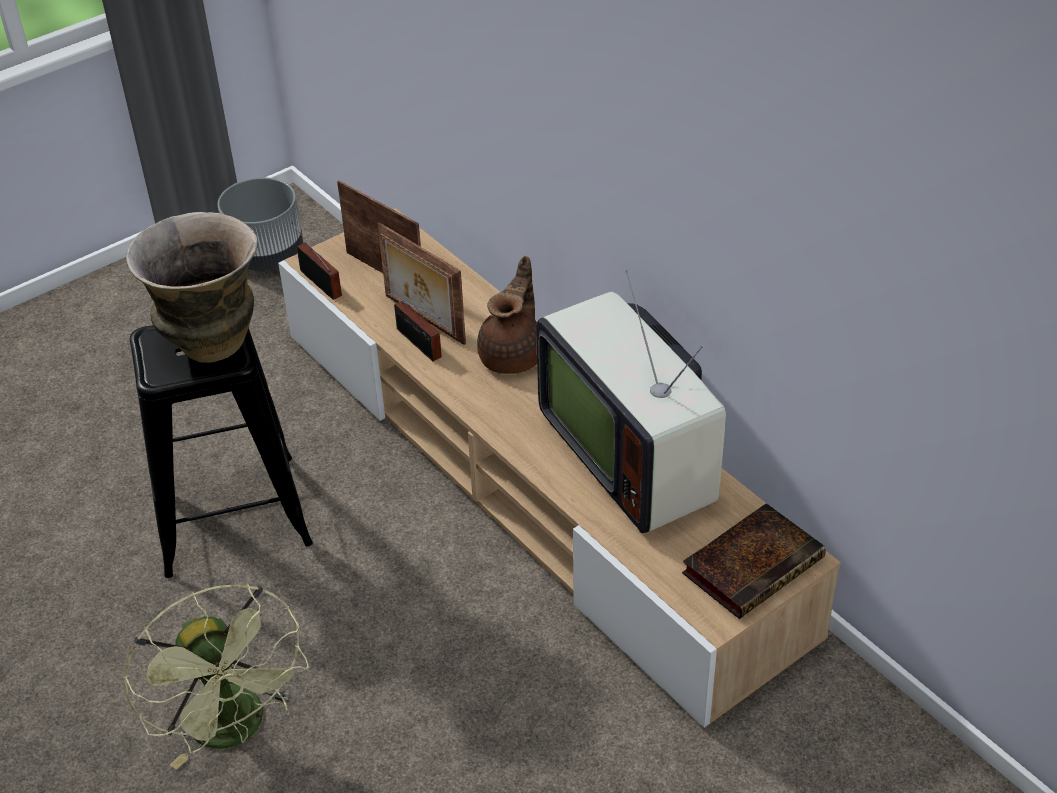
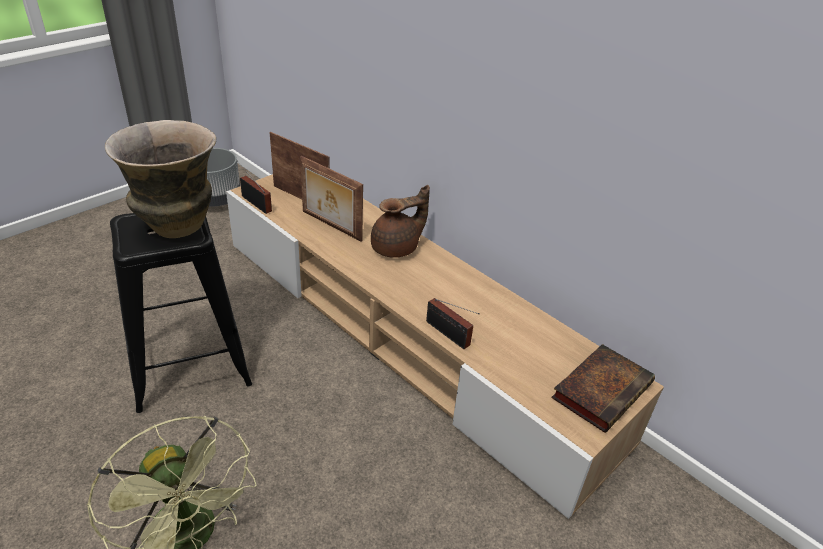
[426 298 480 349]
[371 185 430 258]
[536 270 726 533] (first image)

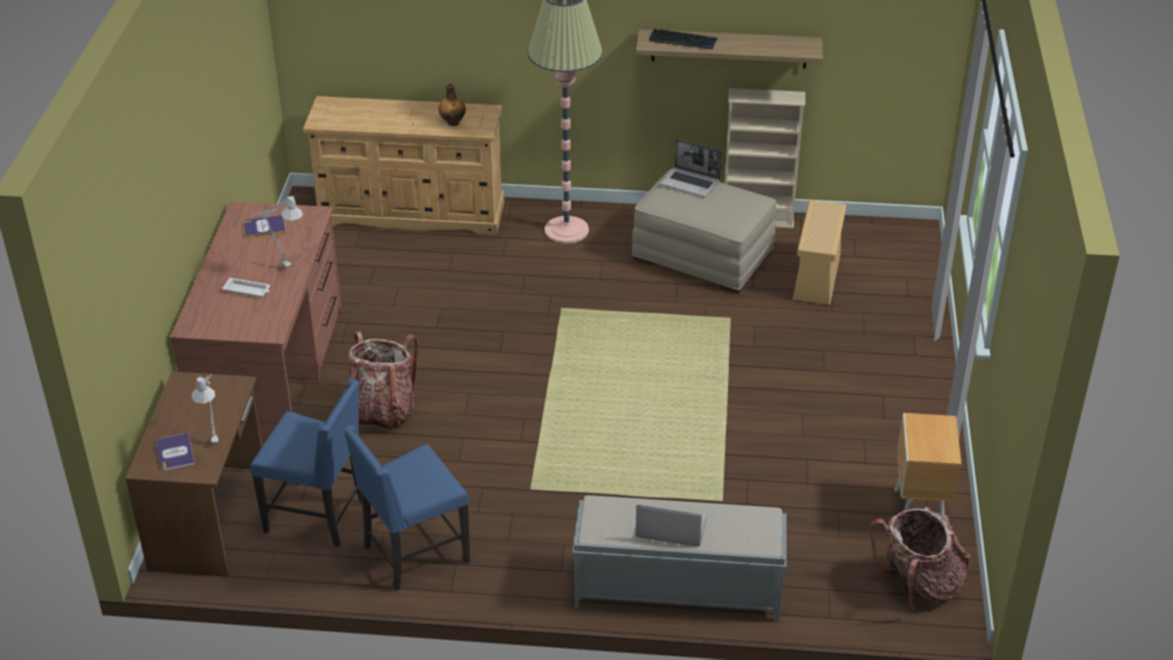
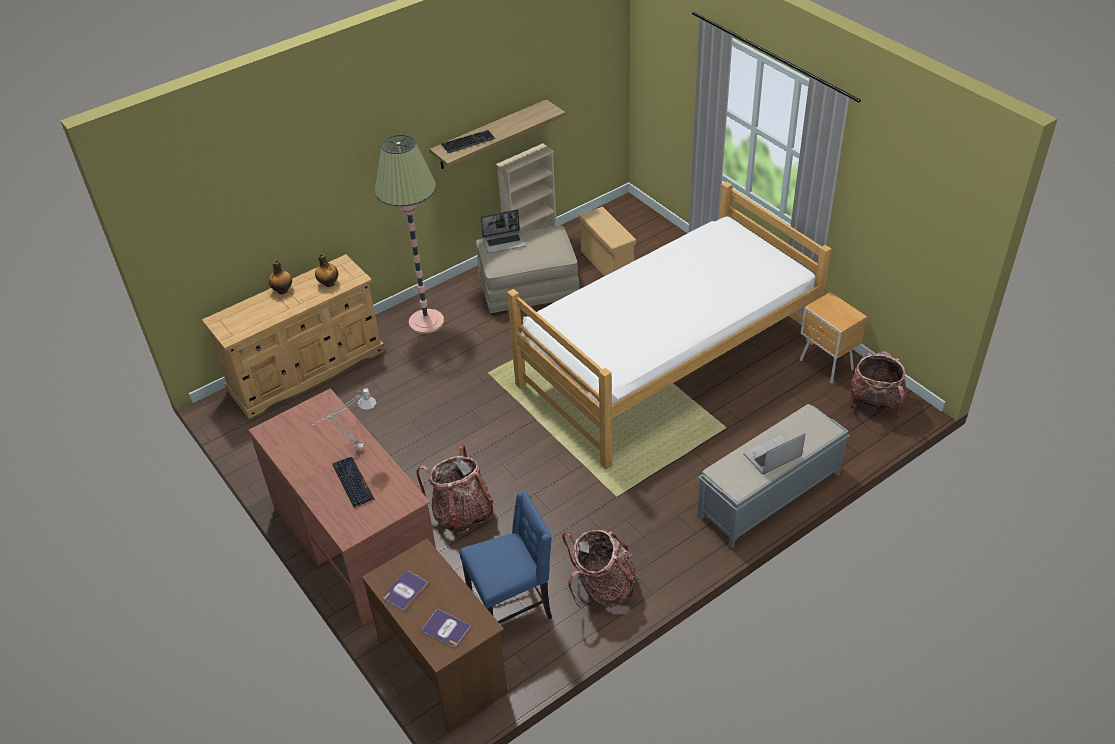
[192 374 218 445] (first image)
[332 457 375 507]
[383 571 429 611]
[562 530 635 608]
[269 260 292 294]
[507 182 832 469]

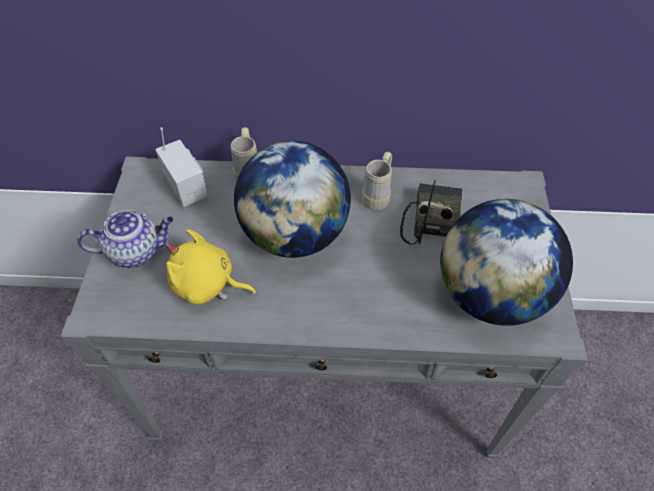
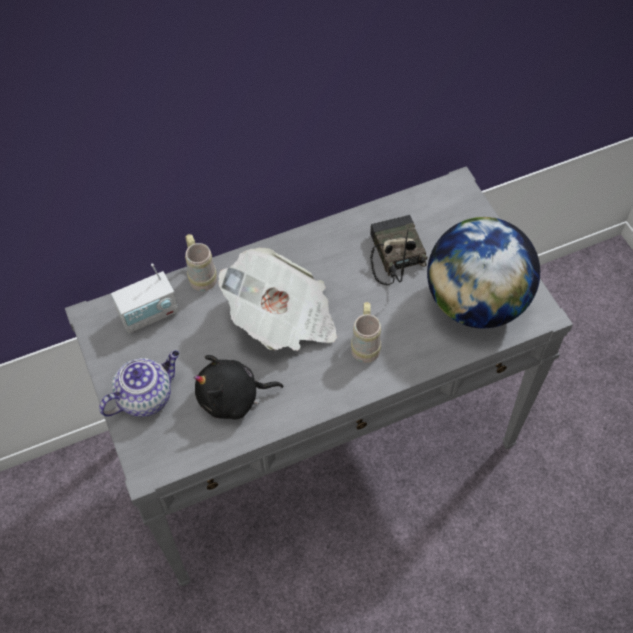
[111 264 179 334]
[194 355 284 420]
[218 248 337 351]
[351 302 381 363]

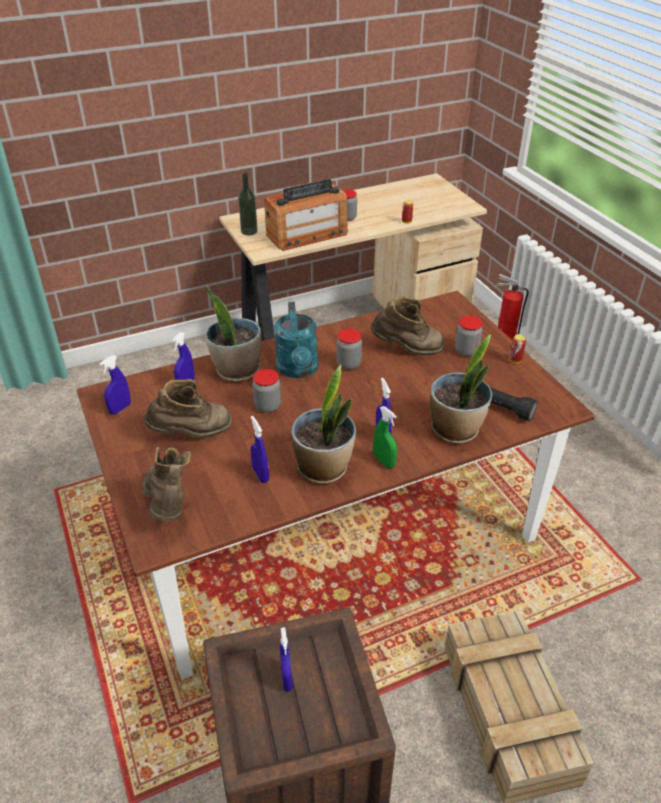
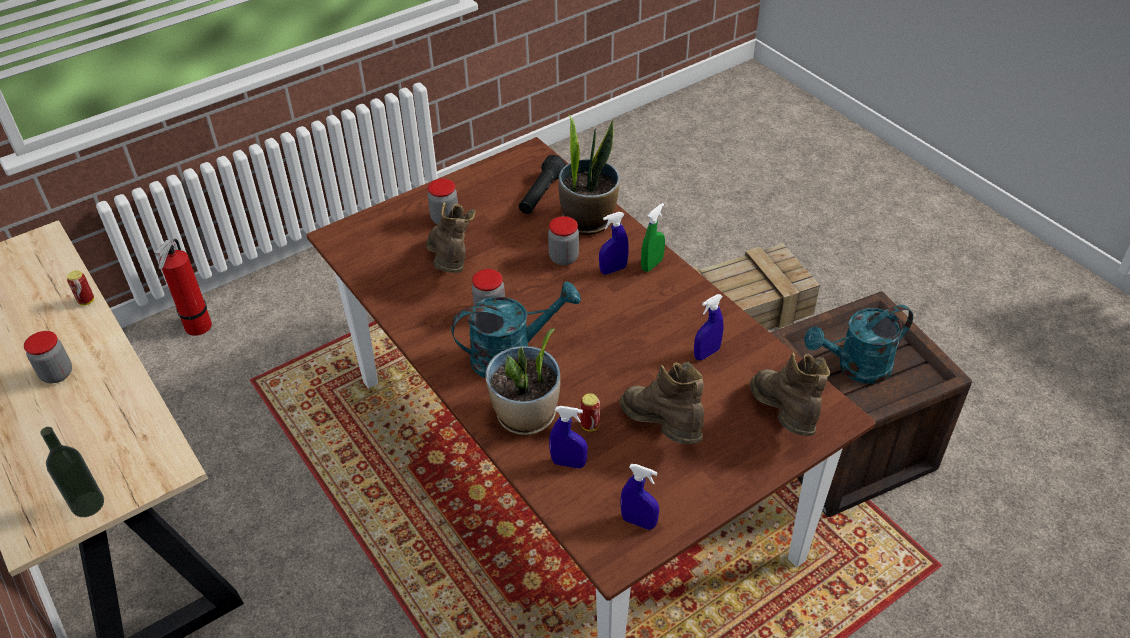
[750 352 830 436]
[548 216 579 265]
[264 179 348 251] (first image)
[804 305 913 384]
[291 365 356 484] (first image)
[580 393 600 431]

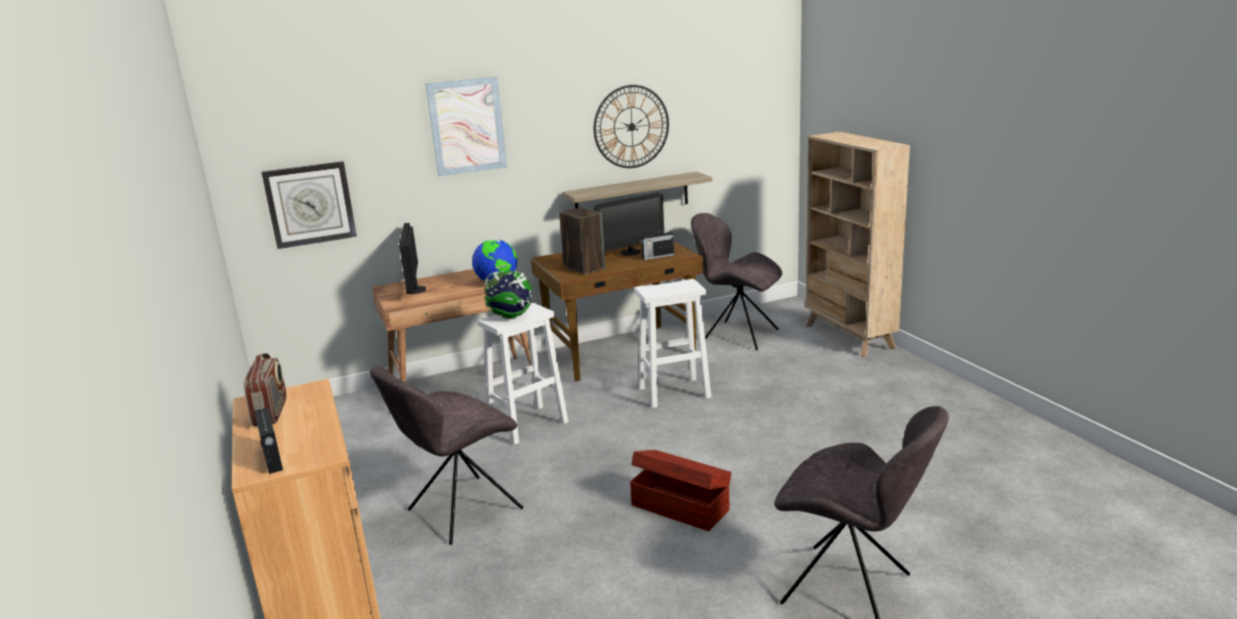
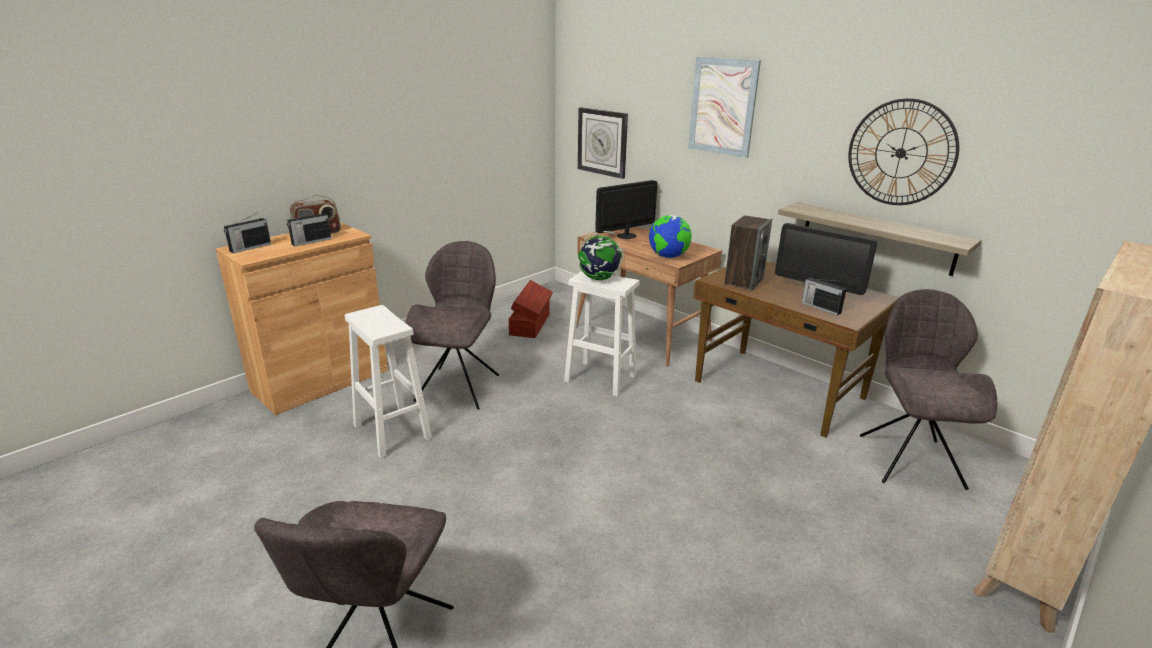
[406 241 499 409]
[509 280 553 338]
[345 305 432 459]
[287 208 331 246]

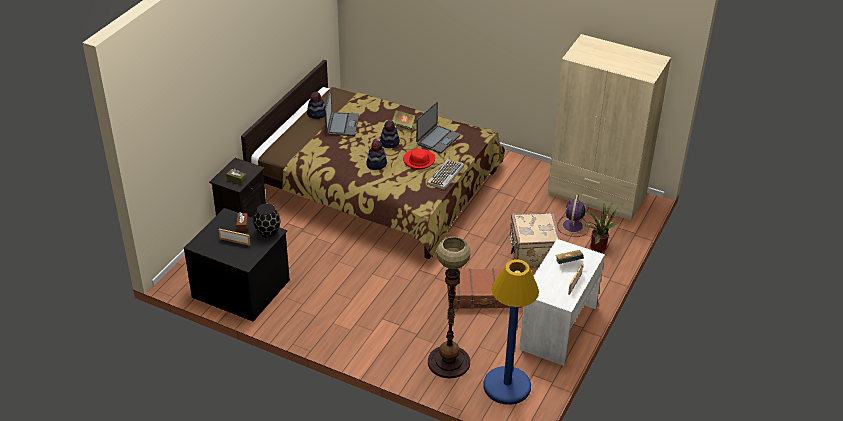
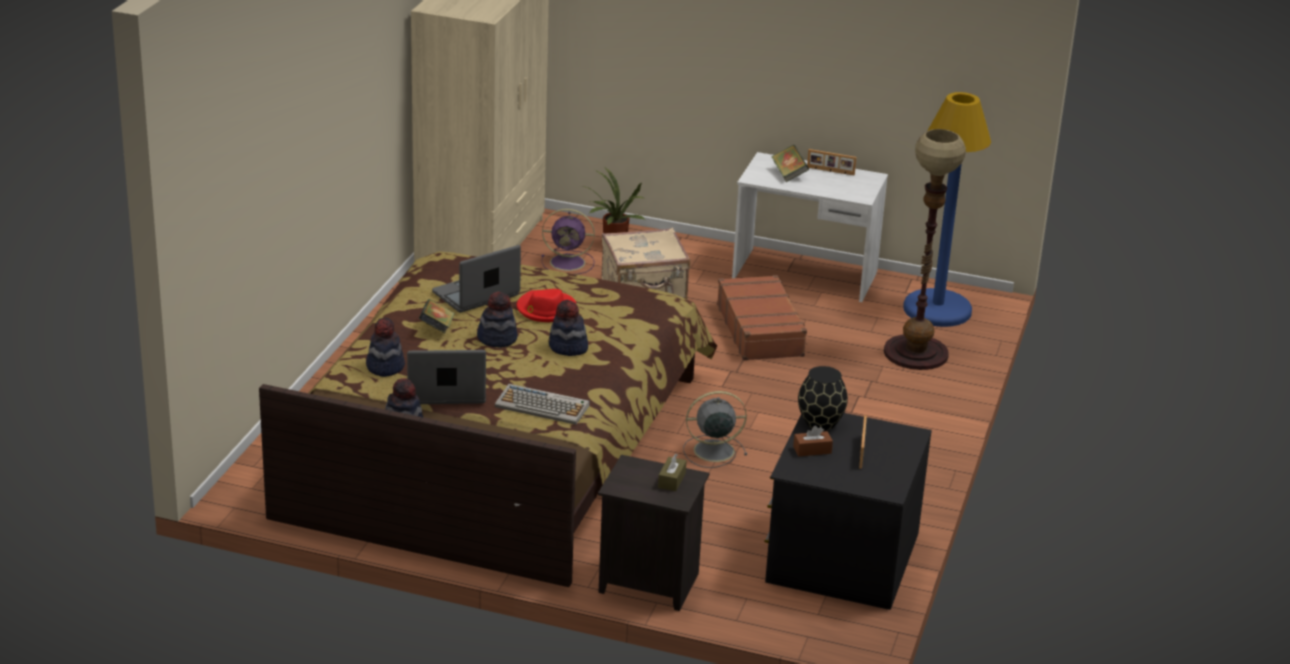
[432 245 521 313]
[495 384 590 425]
[366 318 405 377]
[683 391 747 468]

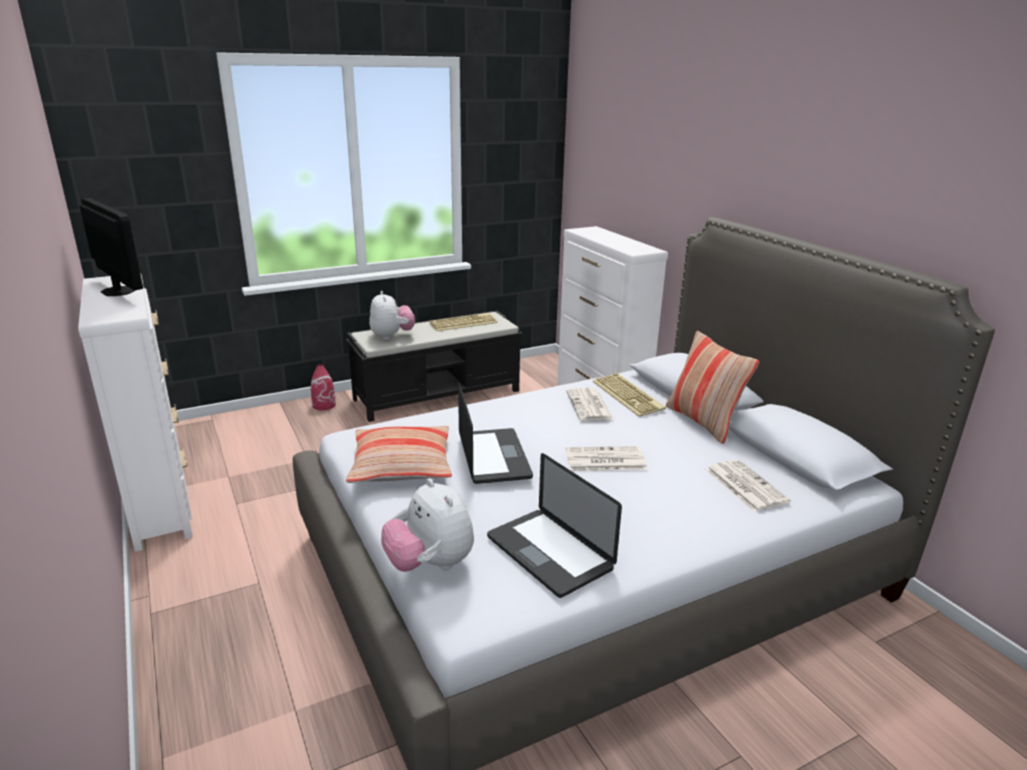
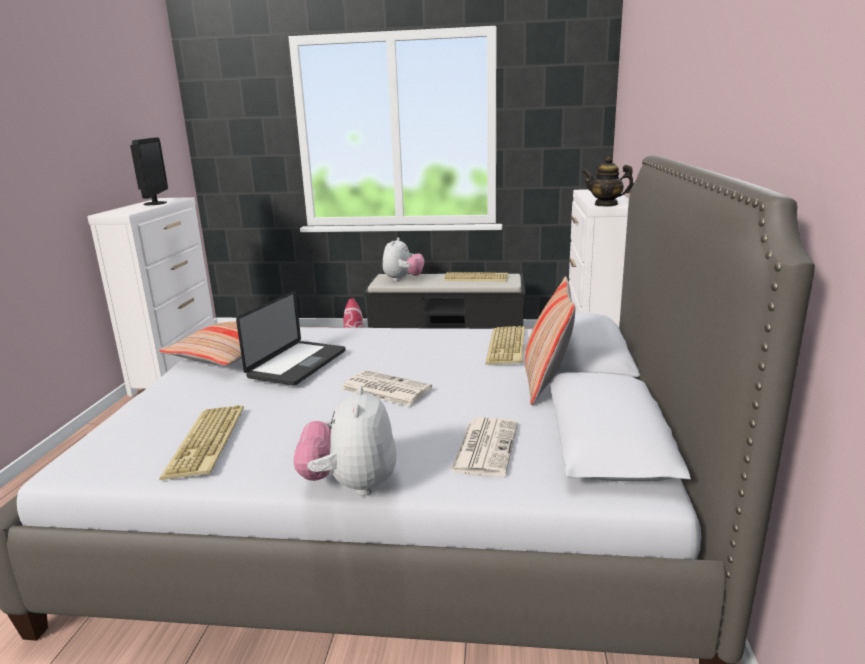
[293 386 397 496]
[159 405 244 480]
[566 388 614 421] (first image)
[582 157 634 207]

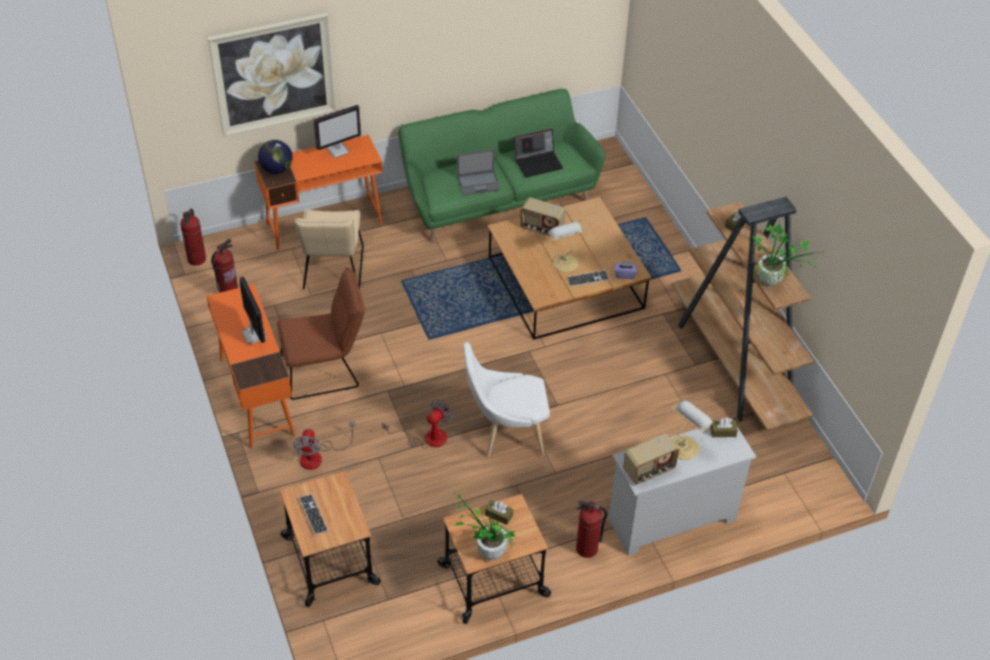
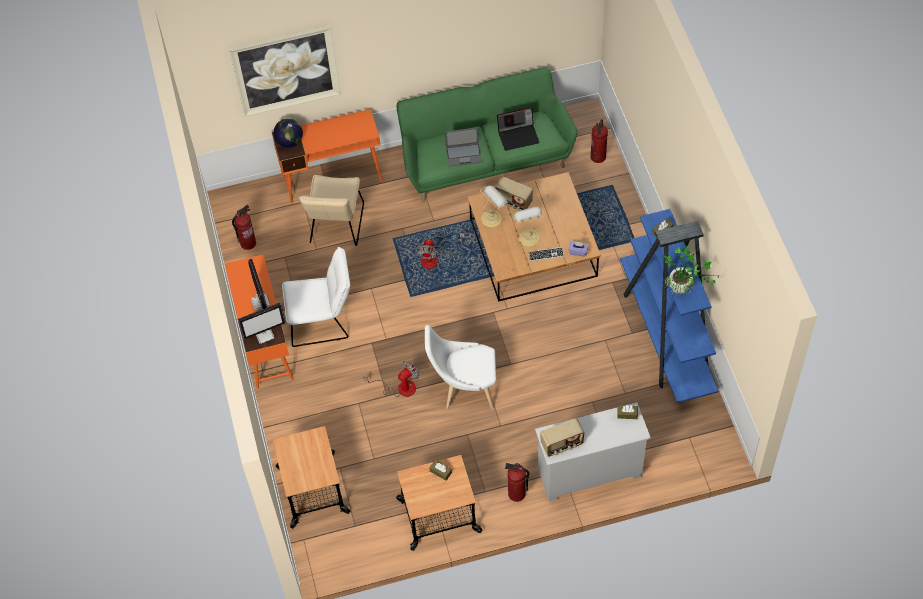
[591 119 608 163]
[282 247 350 347]
[416 233 465 269]
[299 494 328 535] (first image)
[238 303 286 344]
[453 493 515 560] (first image)
[620 209 718 403]
[480 186 507 227]

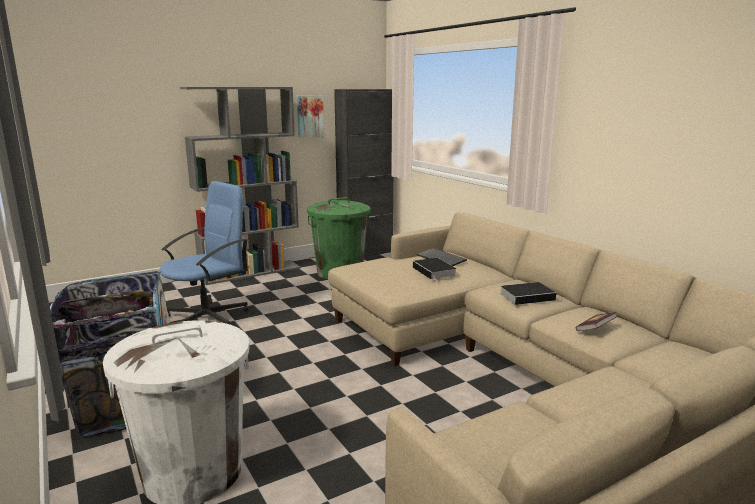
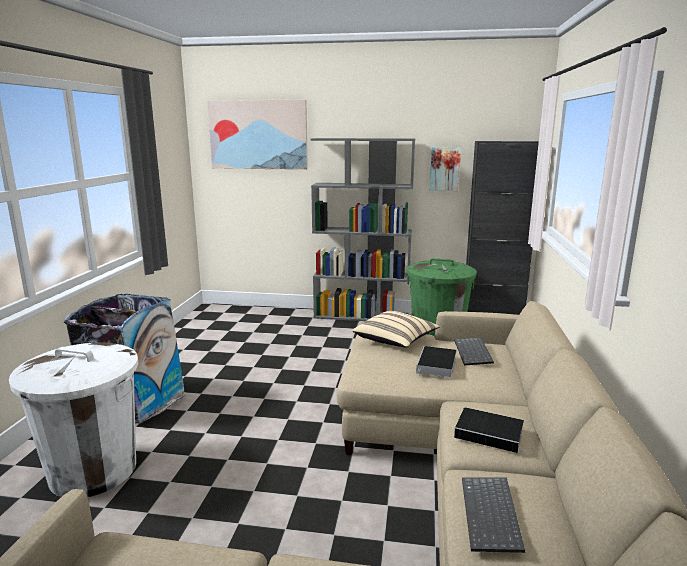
[160 181 249 324] (first image)
[462 478 525 553]
[207 100 308 170]
[352 311 440 347]

